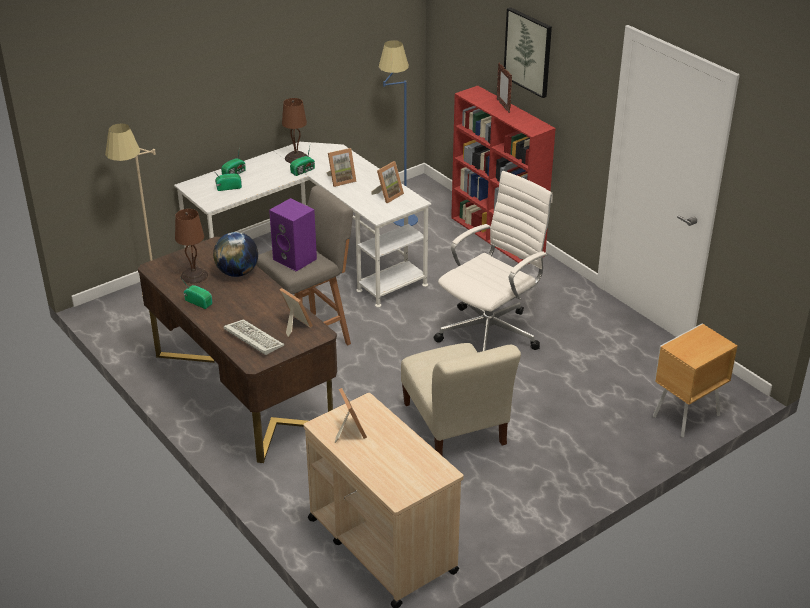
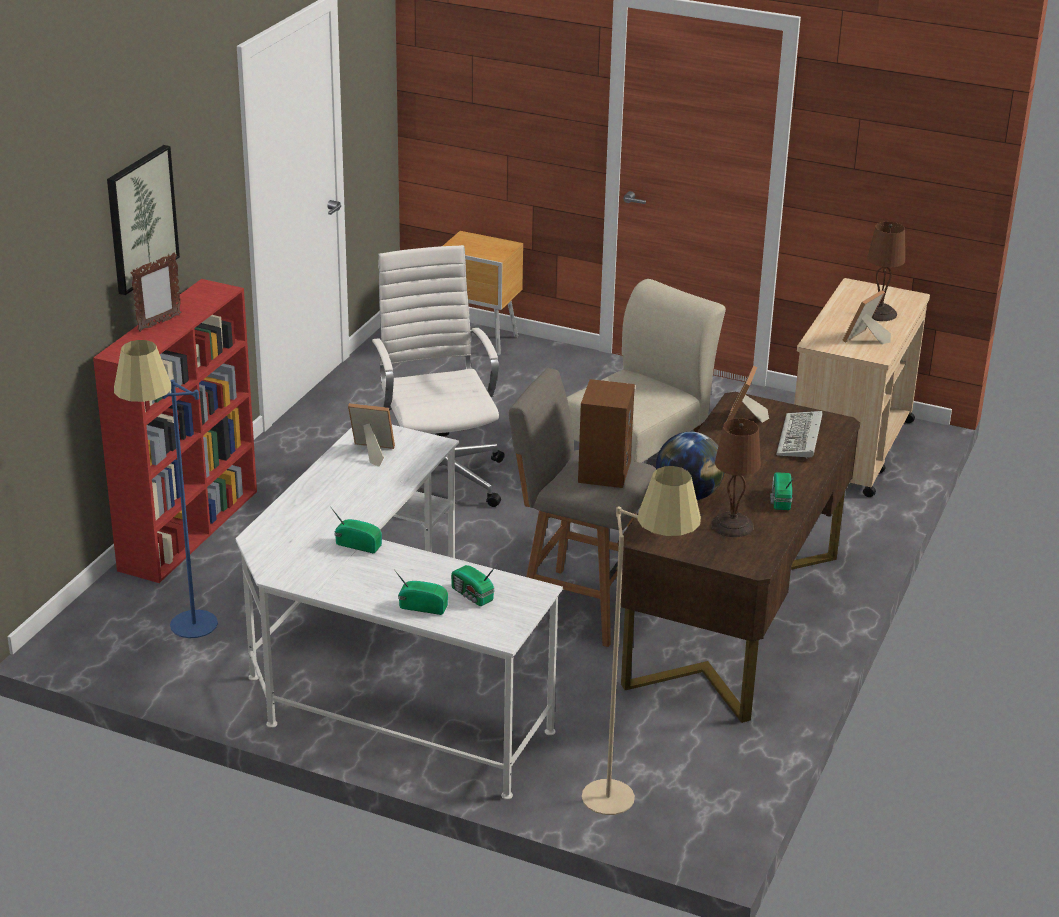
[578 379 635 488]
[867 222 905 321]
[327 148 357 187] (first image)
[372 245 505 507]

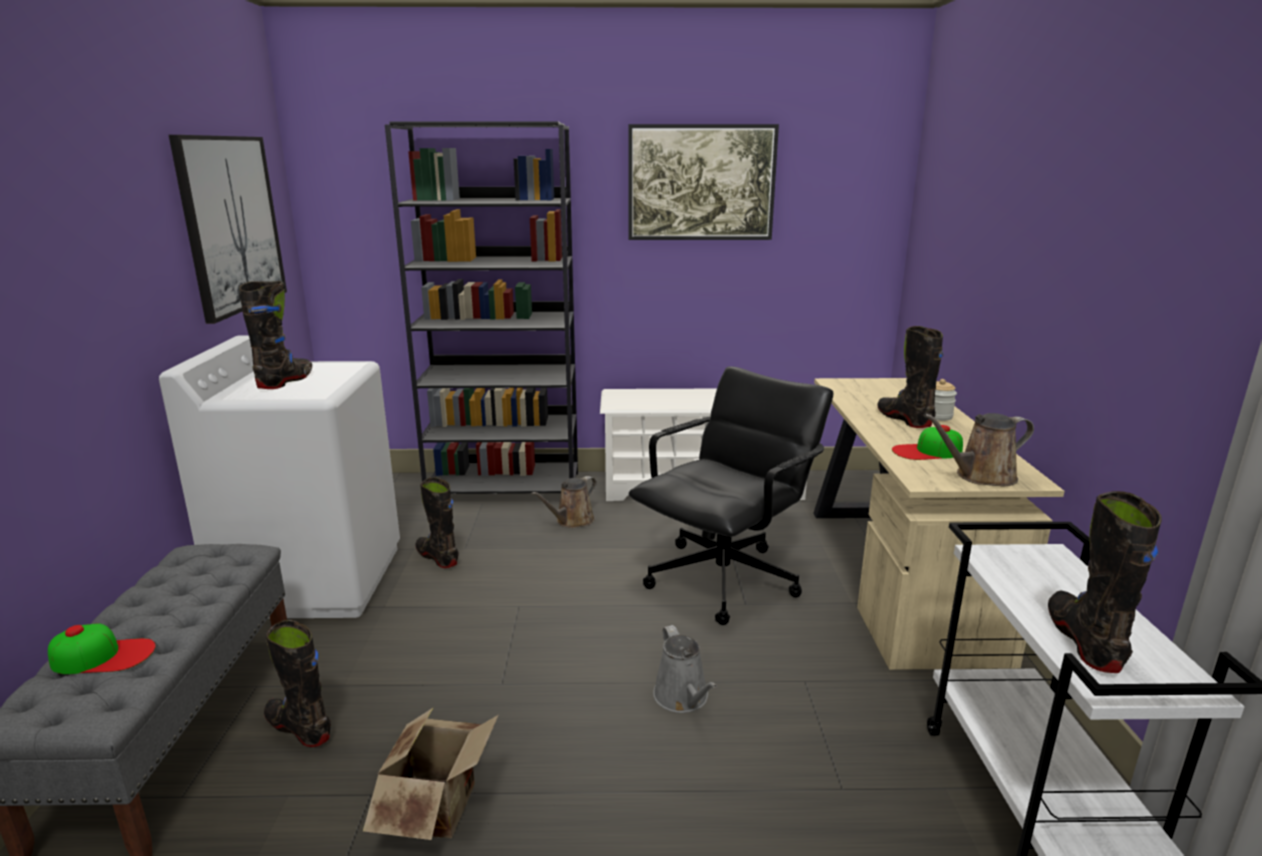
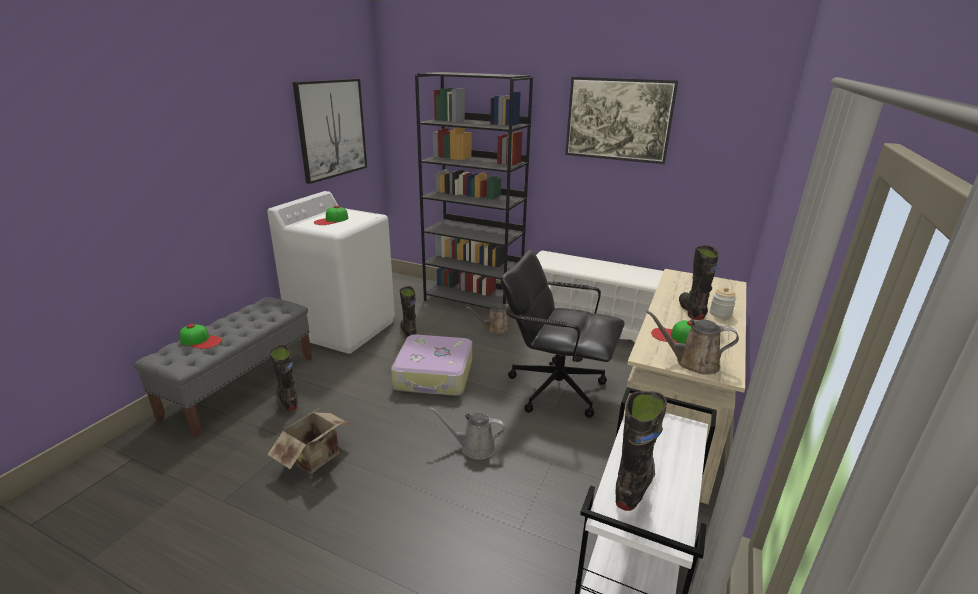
[314 205 348 225]
[500 250 625 418]
[430 407 505 460]
[391 334 472 396]

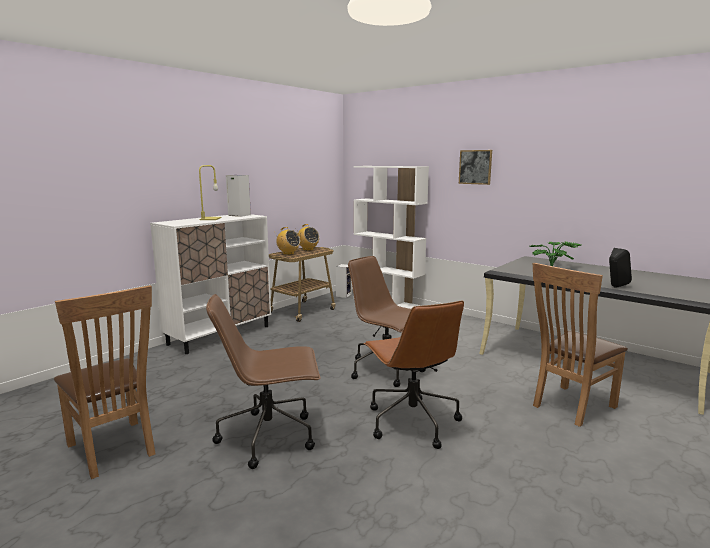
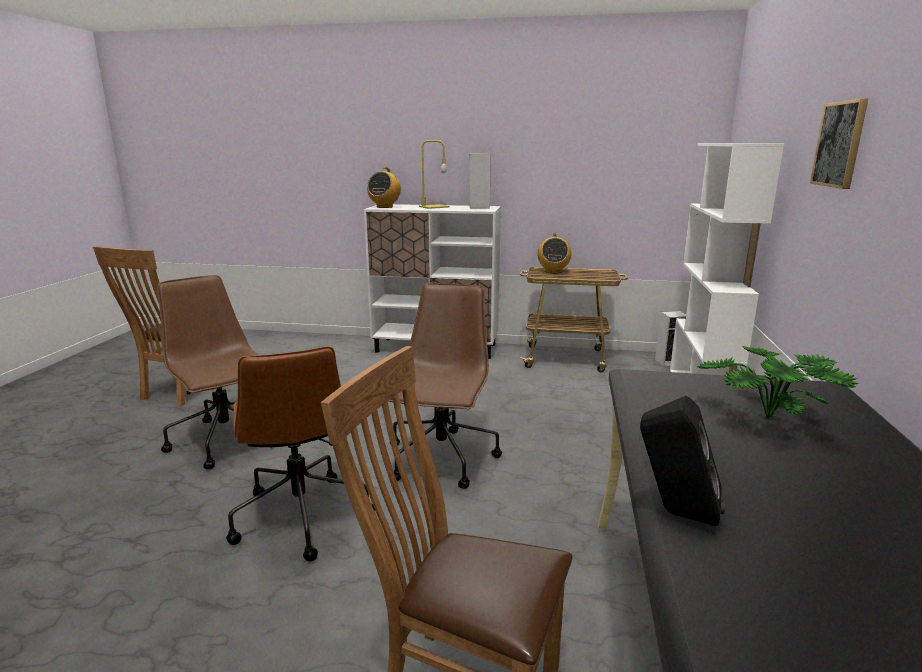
[367 167 401 208]
[226 346 375 562]

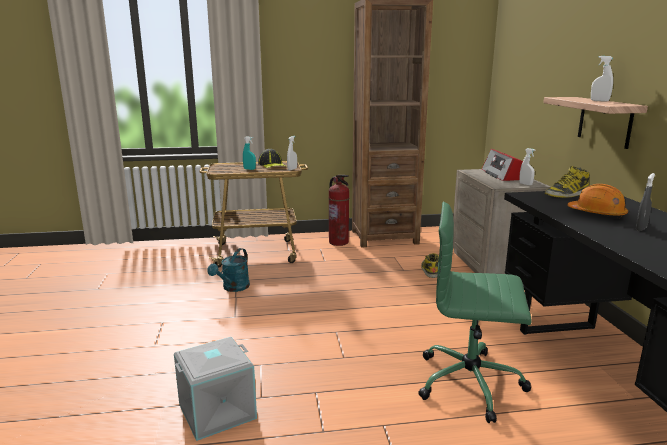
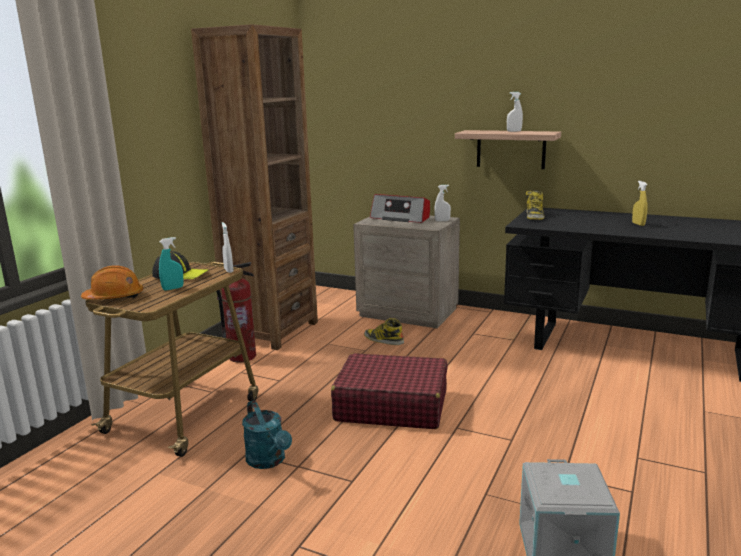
[418 202 532 423] (first image)
[81 265 143 300]
[632 181 647 226]
[331 353 447 429]

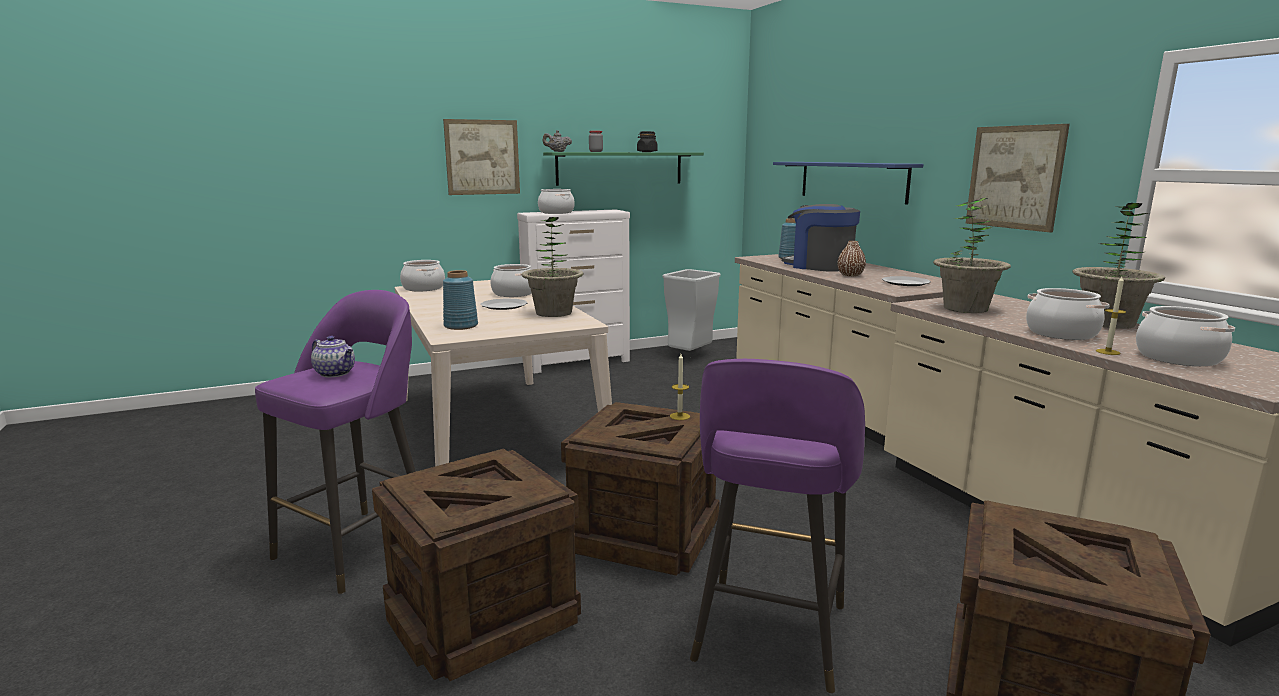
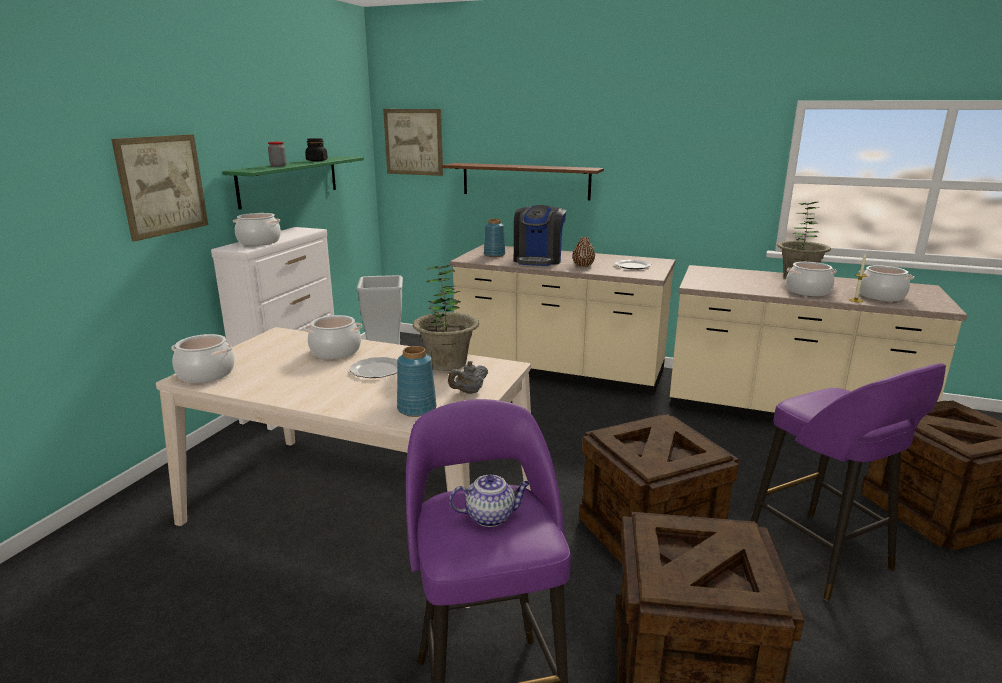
[448 361 488 394]
[670 354 690 420] (first image)
[442 163 604 200]
[514 205 566 266]
[933 198 1011 313] (first image)
[383 109 443 176]

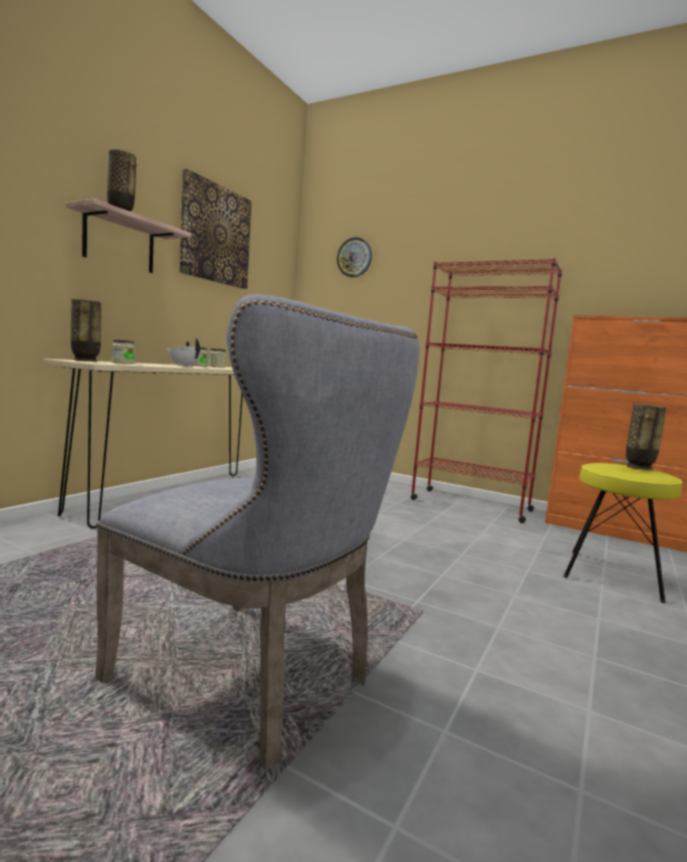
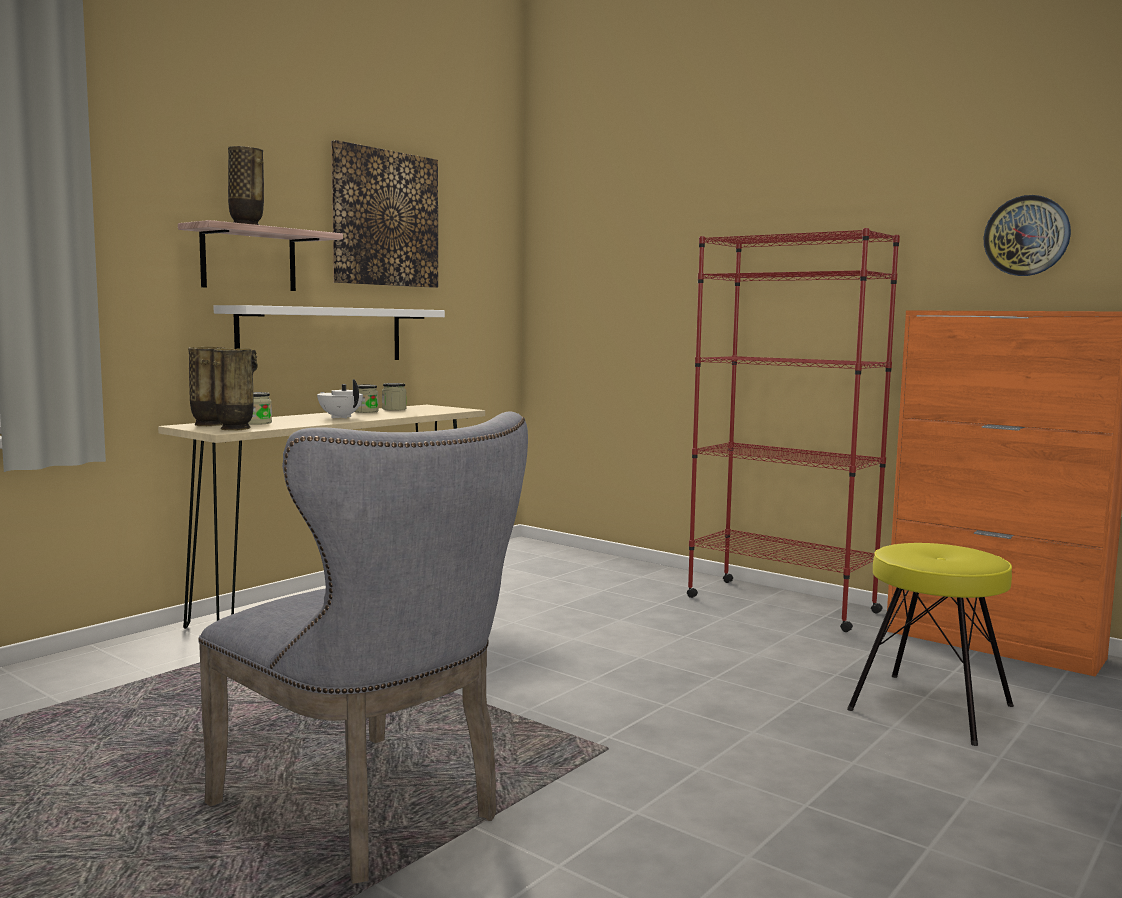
[984 195 1071 276]
[212 348 258 431]
[213 305 445 360]

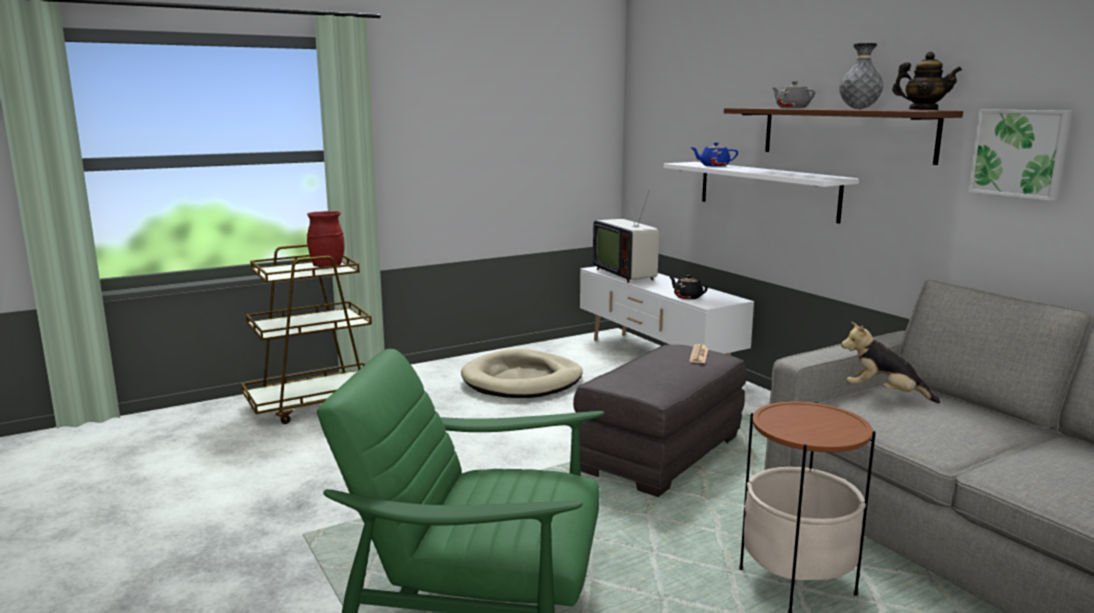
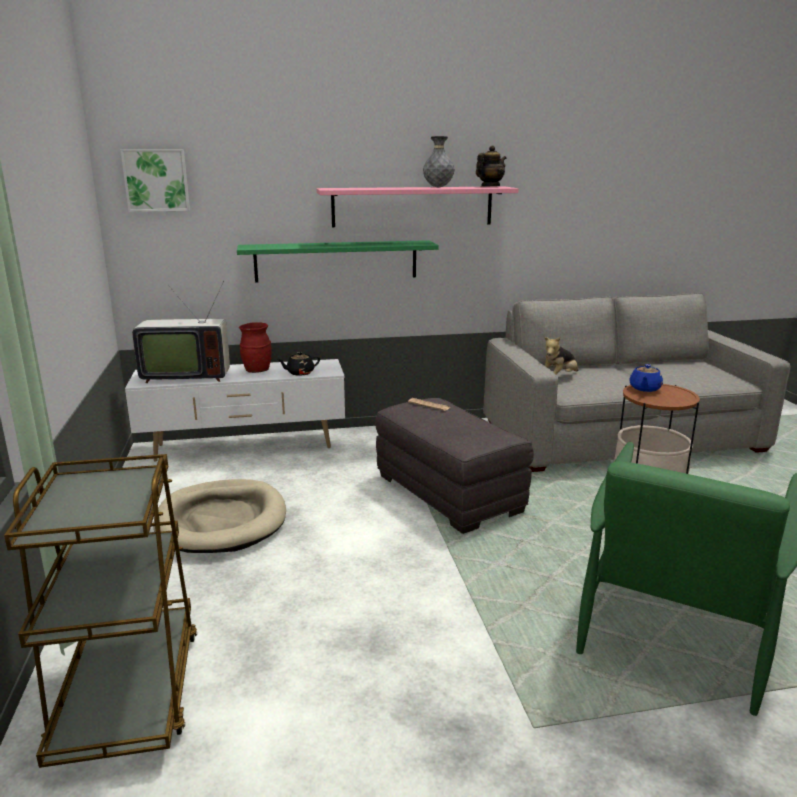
[239 322 272 373]
[237 240 439 283]
[629 364 663 392]
[316 186 518 227]
[772 81 815 108] (first image)
[120 149 190 212]

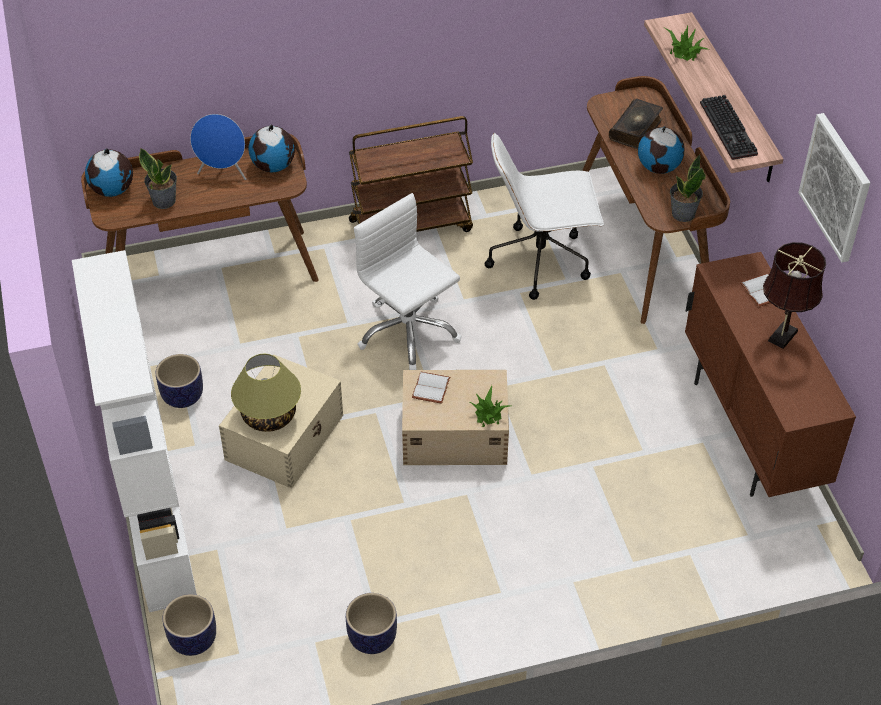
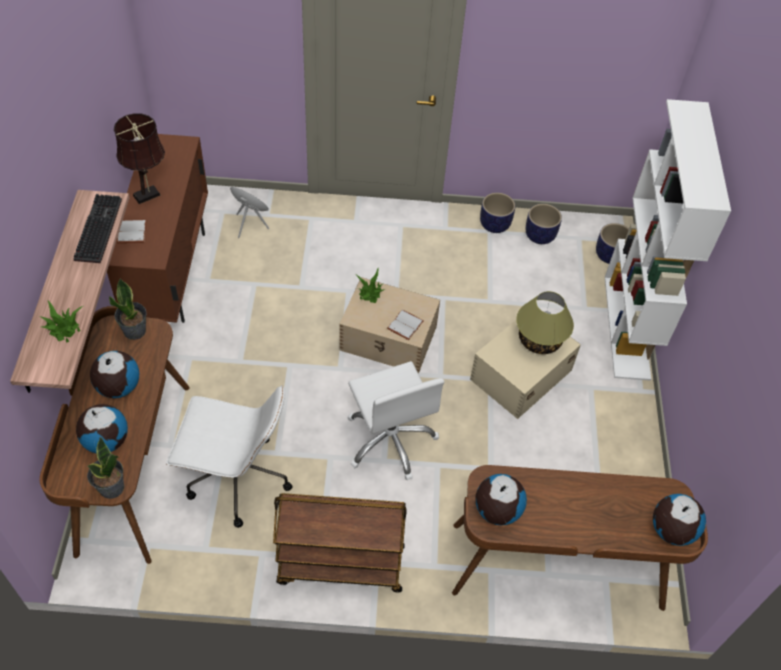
[87 437 124 499]
[525 204 562 244]
[230 187 269 238]
[76 404 128 453]
[798 113 870 262] (first image)

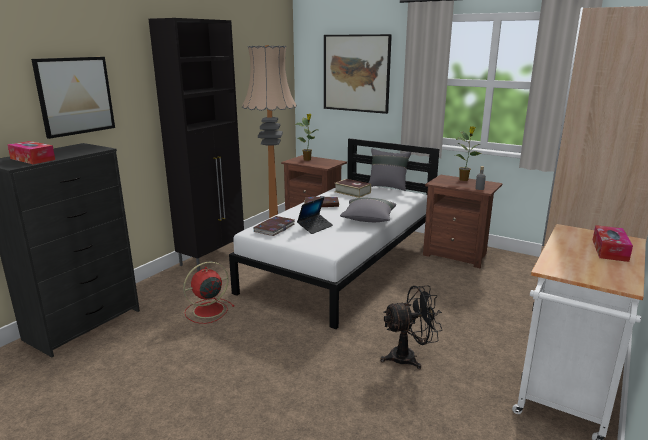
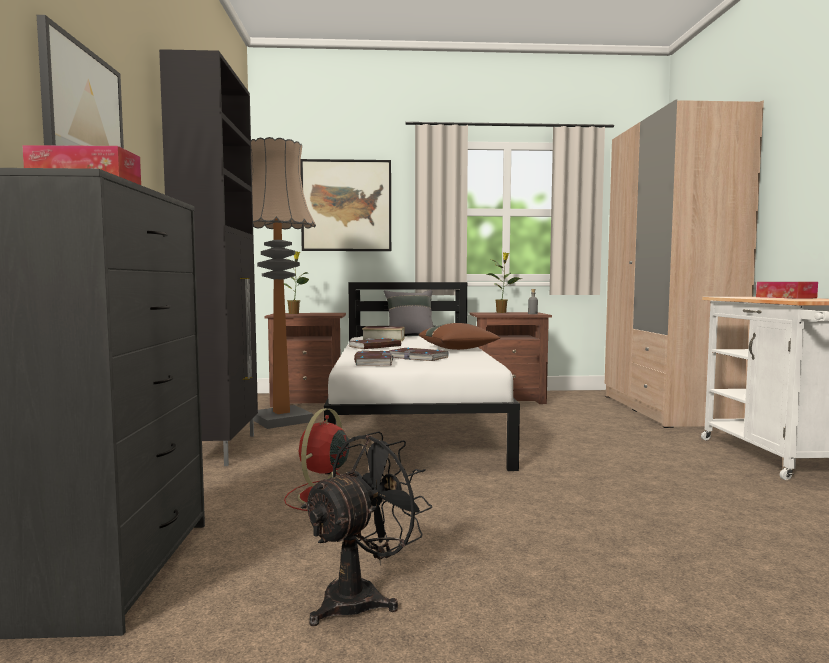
[389 347 448 361]
[419 323 500 350]
[301 431 432 626]

